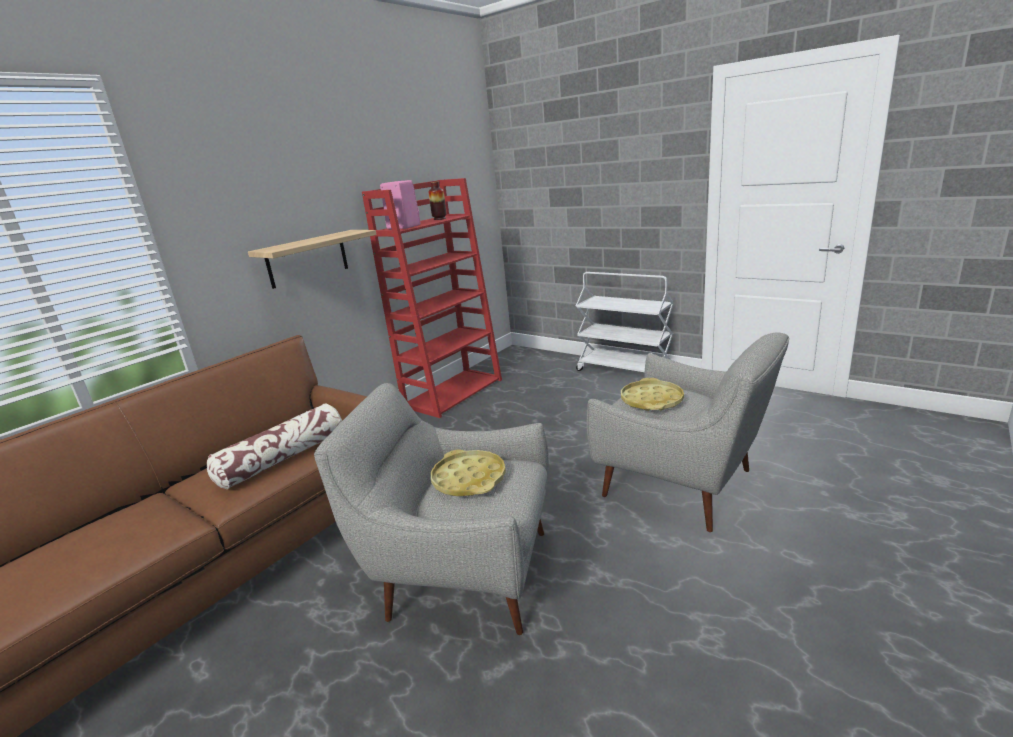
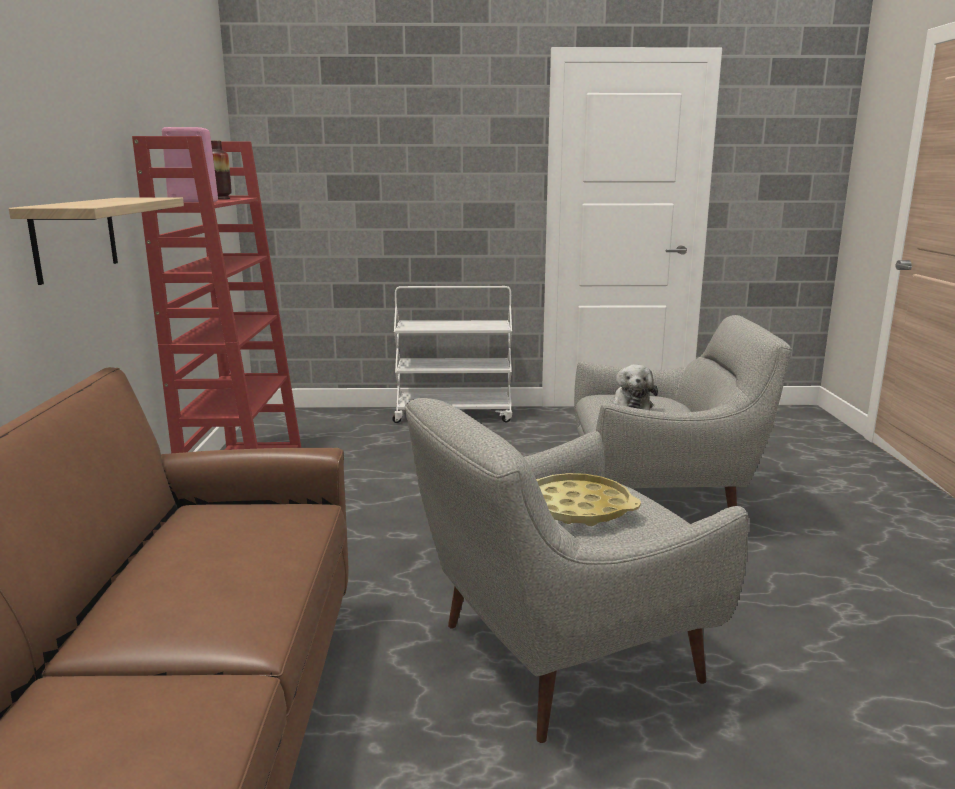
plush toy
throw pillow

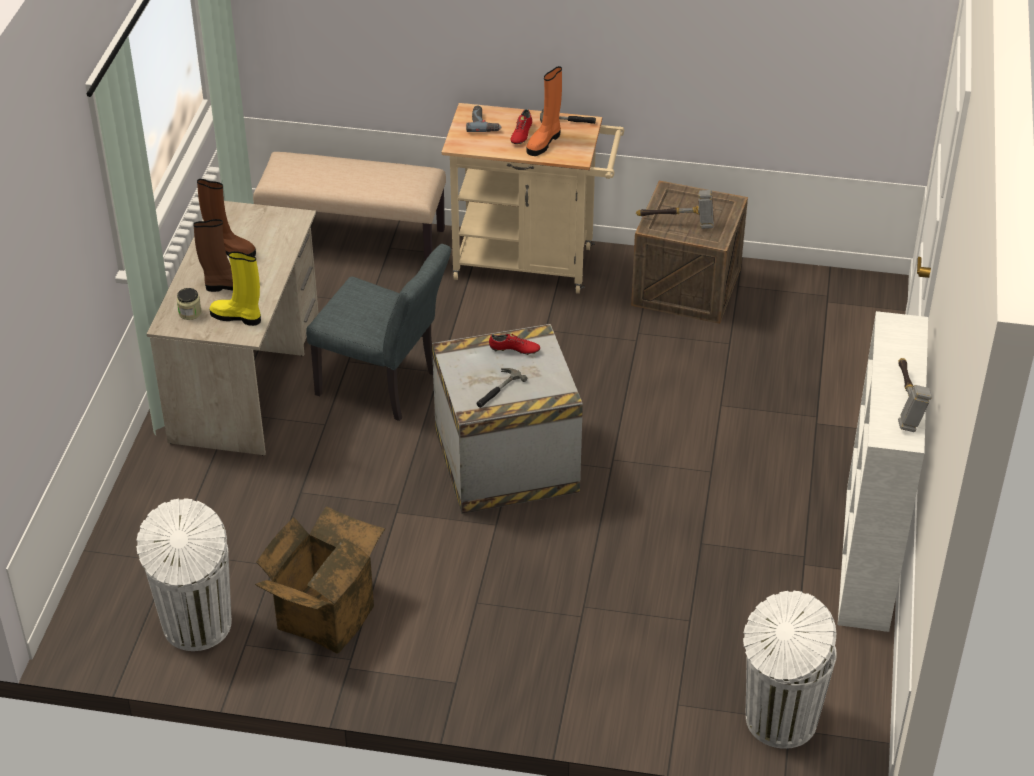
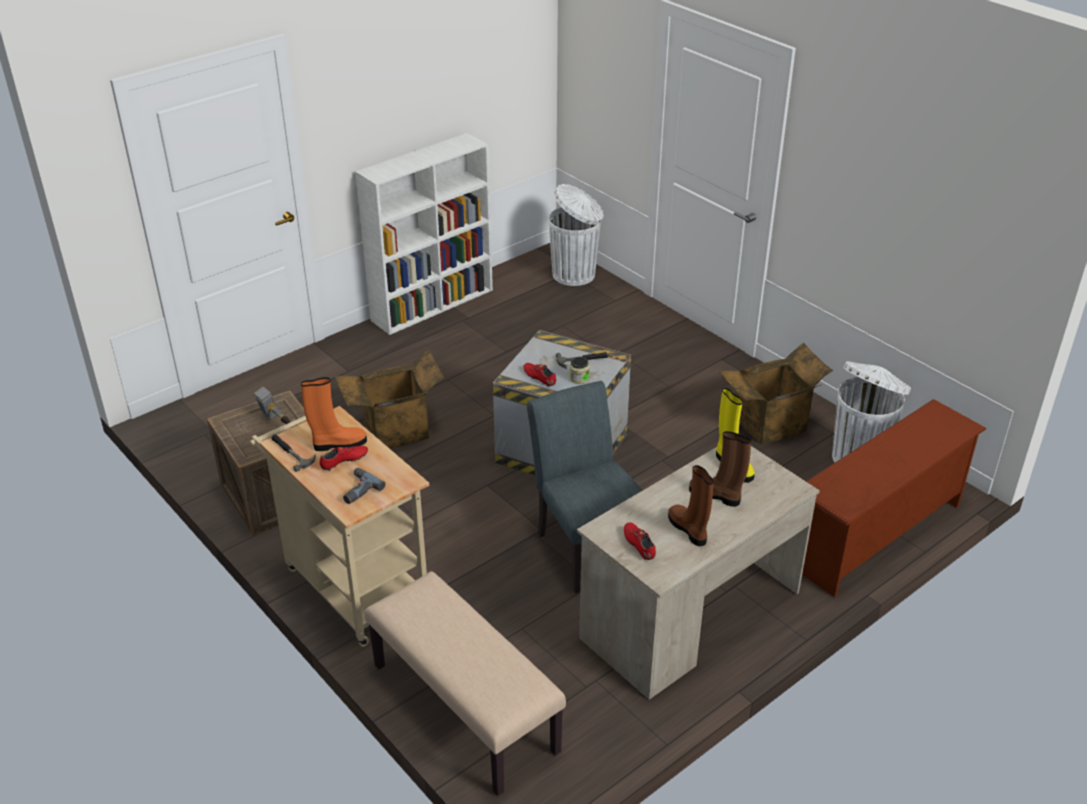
preserve jar
tool hammer (4th from left in the first image)
carton (1st from left)
brownish shoe rack
red-coloured item of footwear (3rd from left)

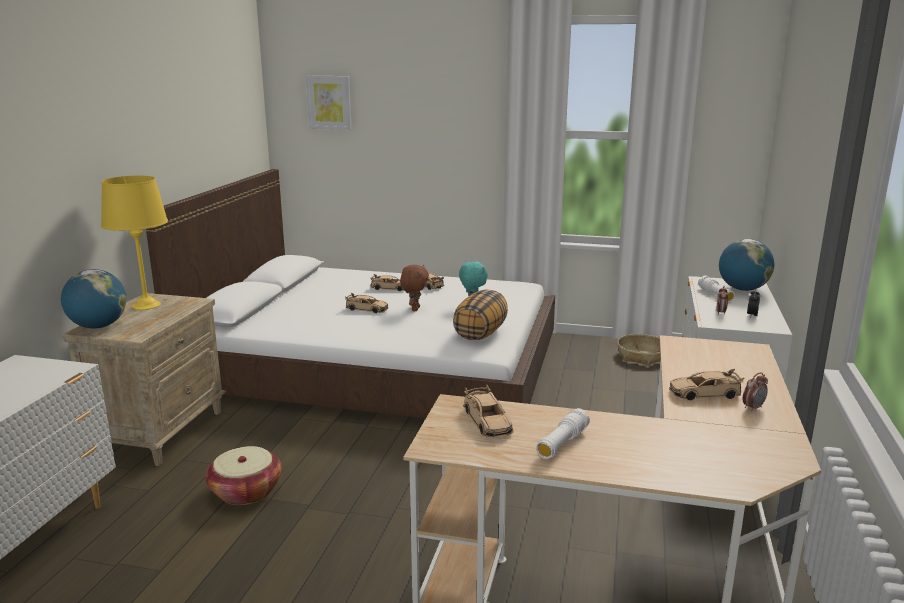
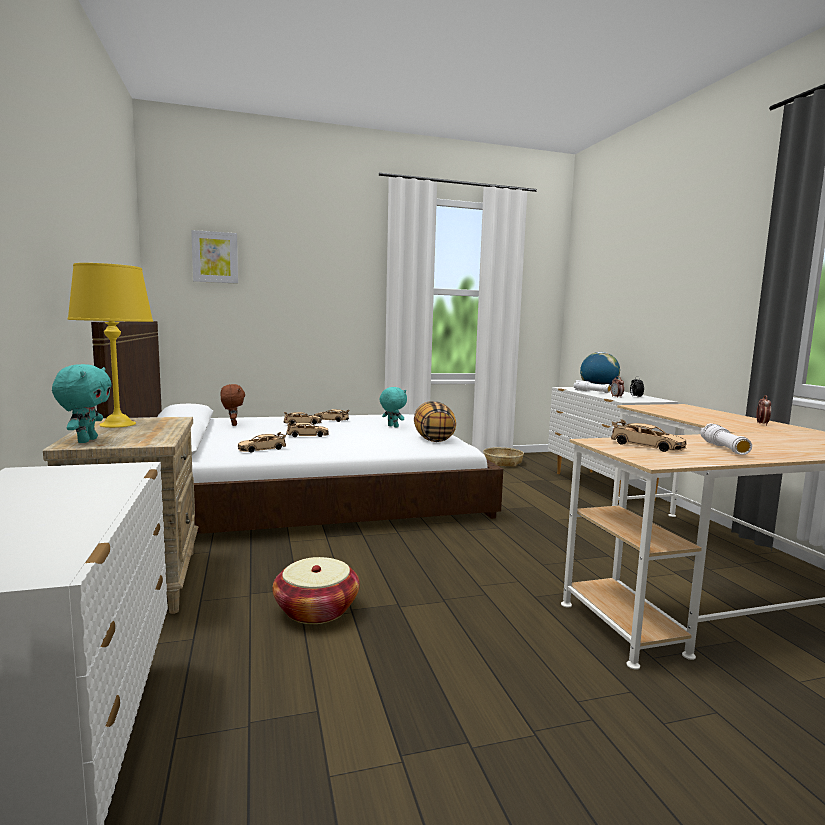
brownish plush toy
turquoise-coloured plush toy (1st from left)
beige toy car (1st from left)

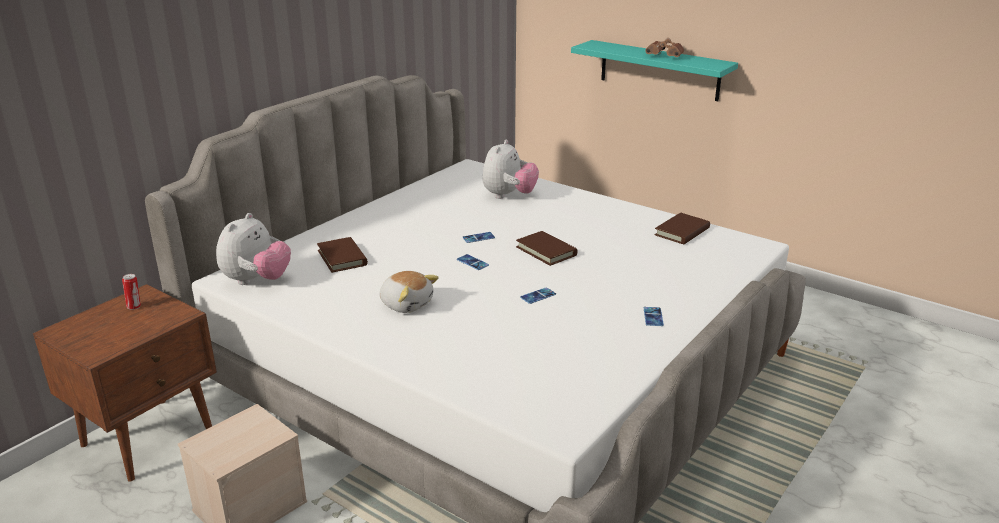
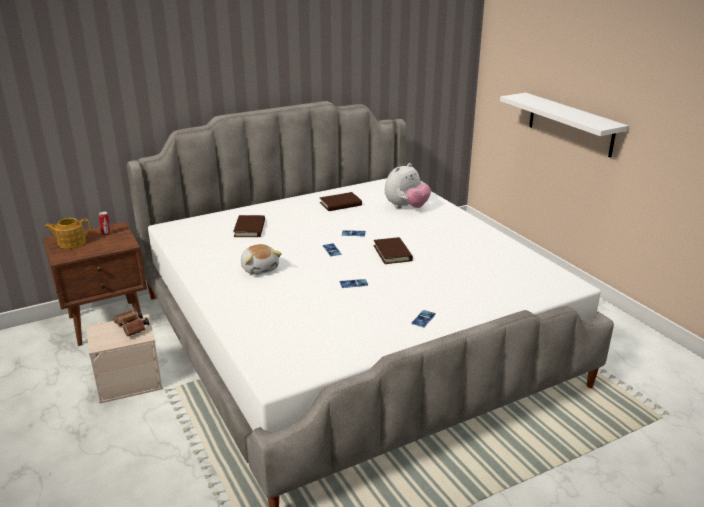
brownish pair of binoculars
white shelf
brownish volume (2nd from left)
plush toy (1st from left in the first image)
pot for tea

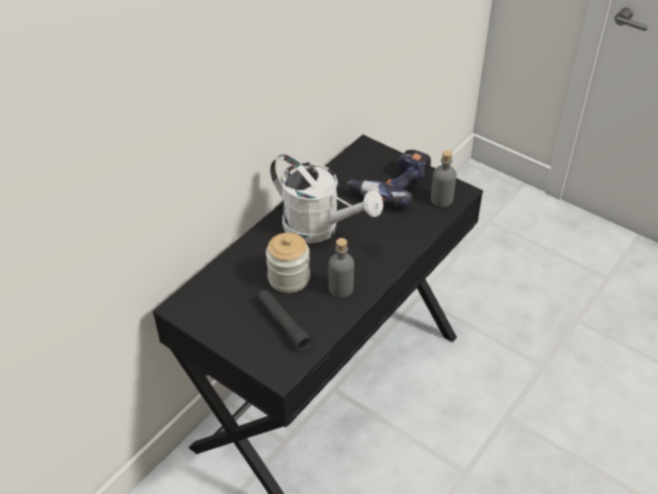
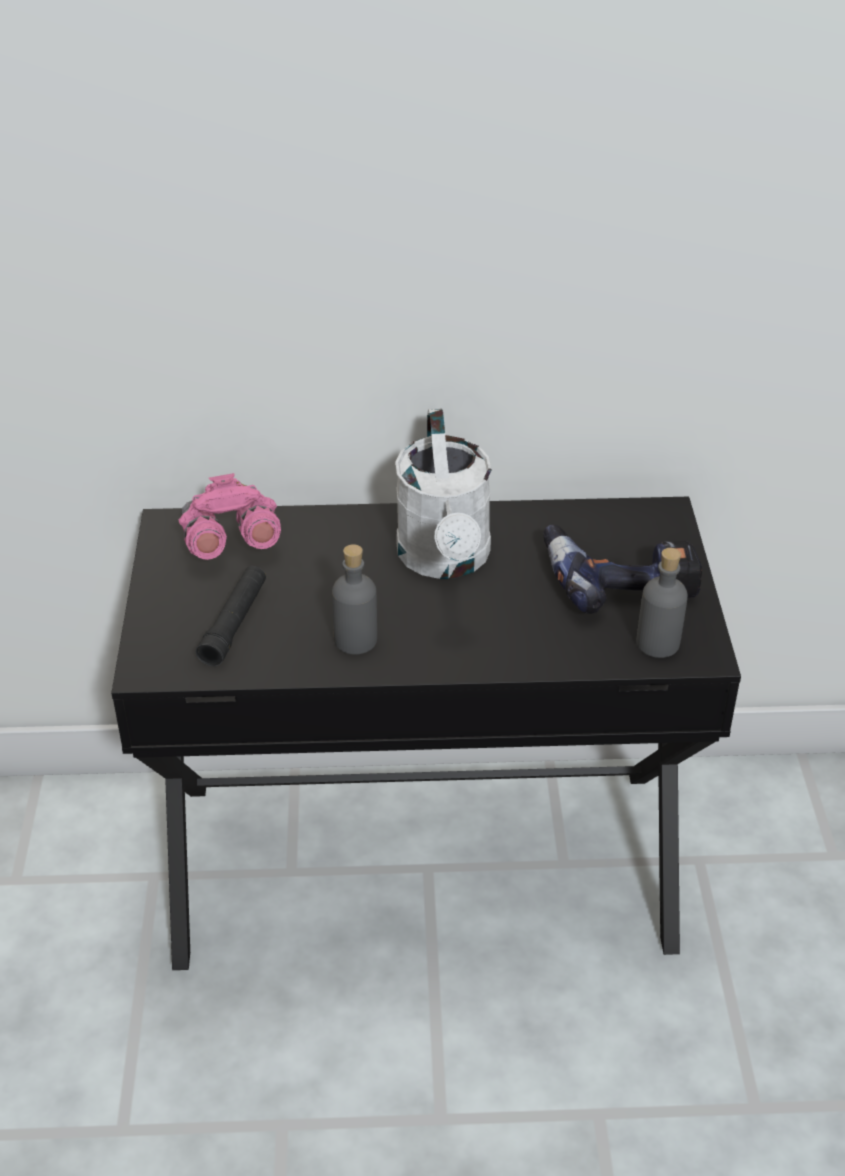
preserve jar
pinkish pair of binoculars

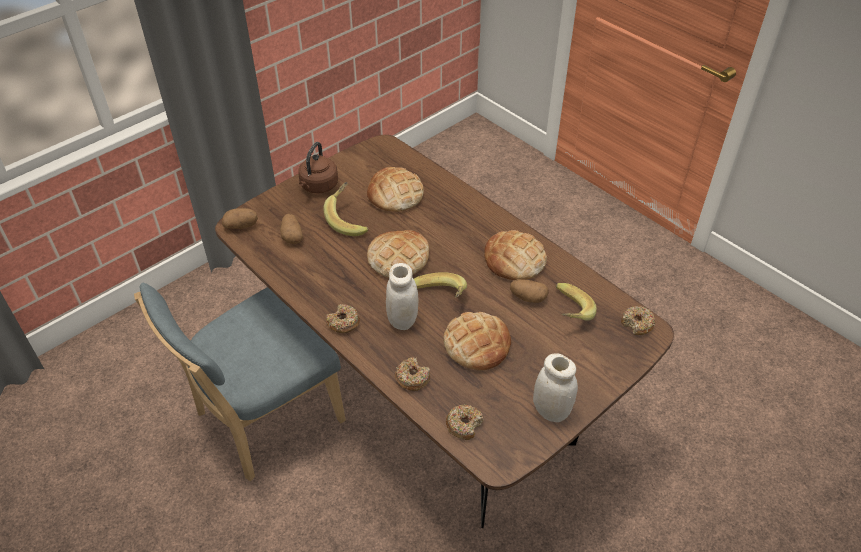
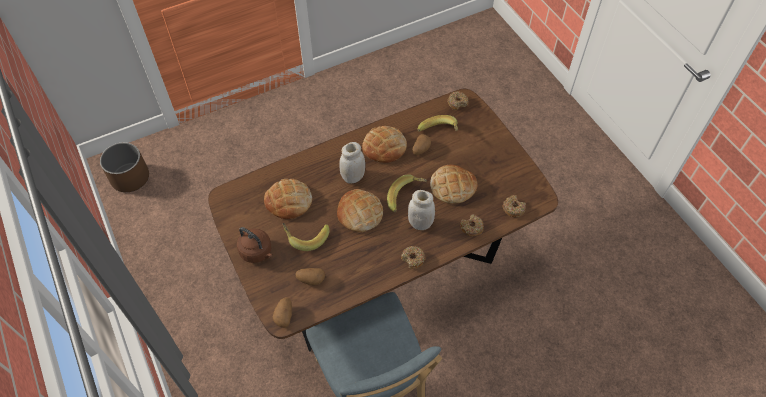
white preserve jar (1st from left)
brownish flower pot

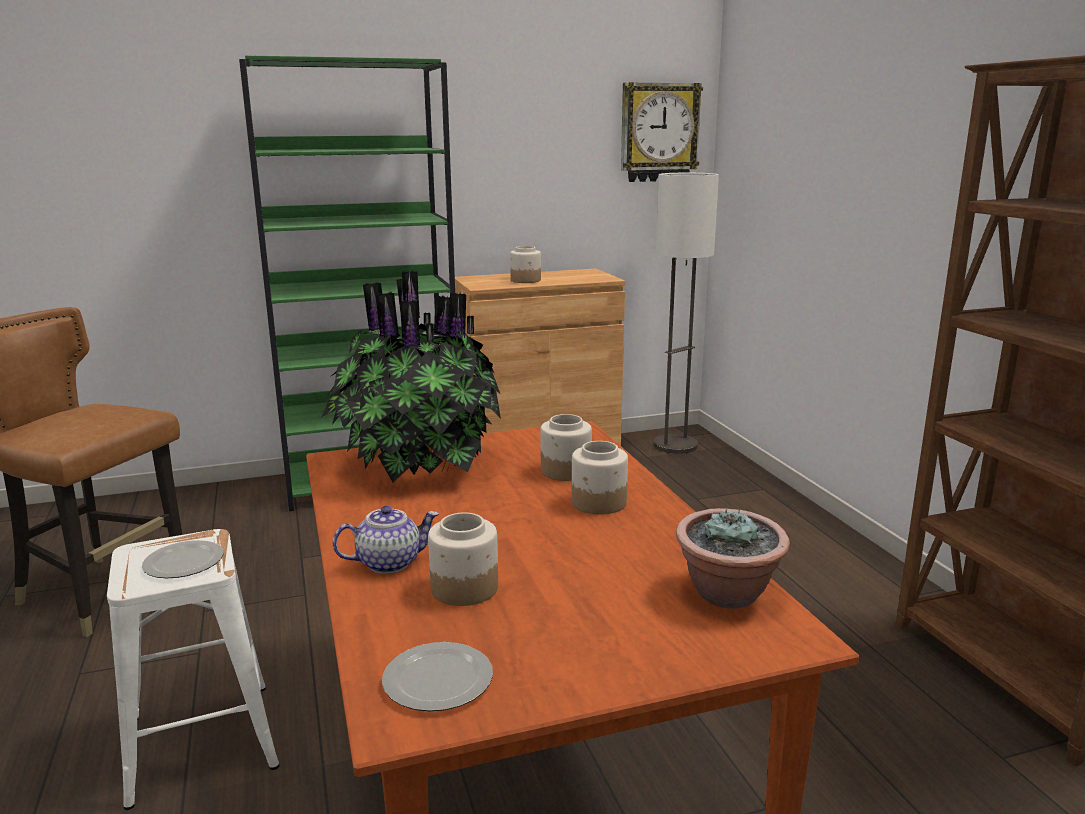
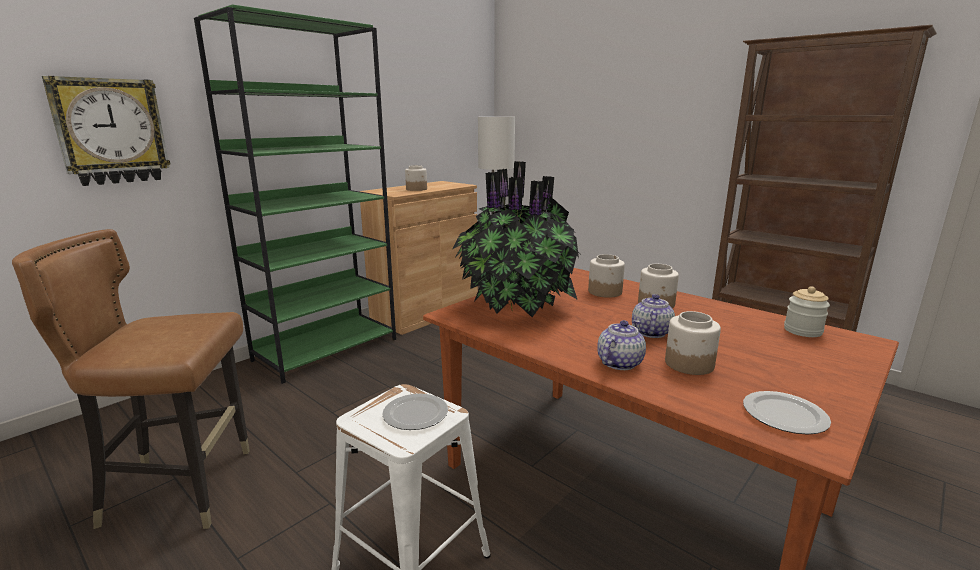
hanging clock
preserve jar (5th from left)
pot for tea (2nd from left)

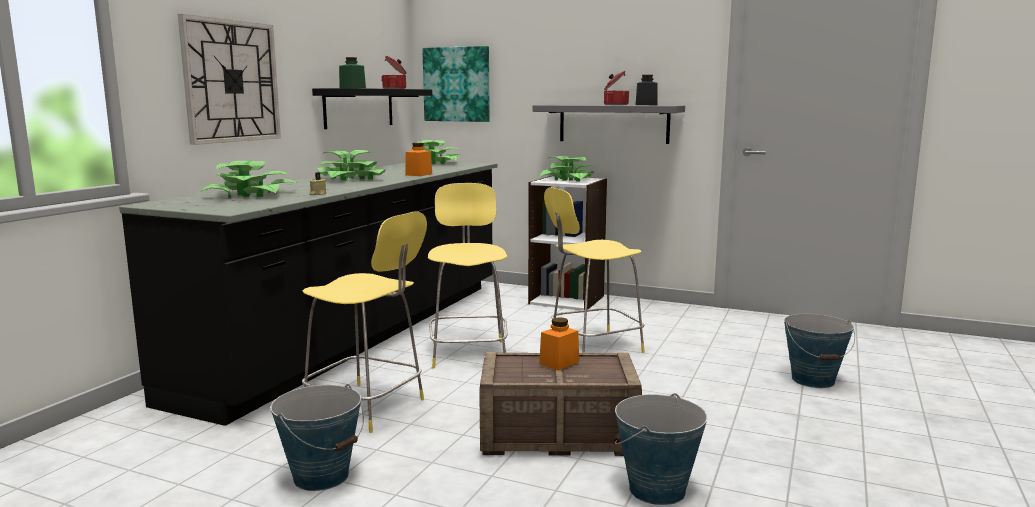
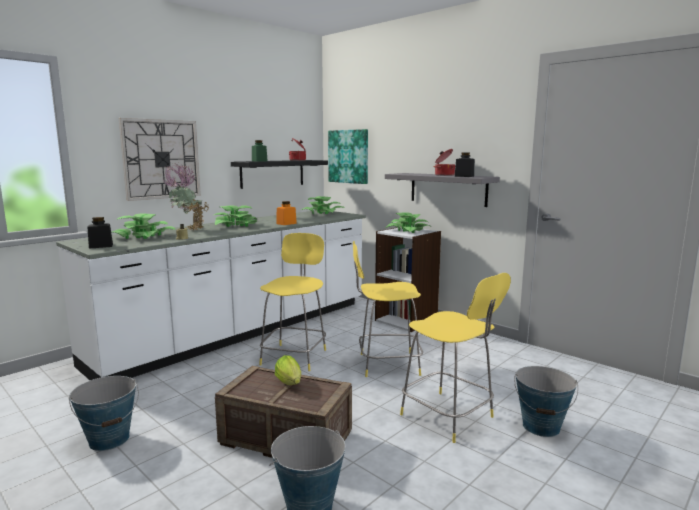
white kitchen base unit
yellow stool (3rd from left)
head of lettuce
potted plant (2nd from left)
black-coloured preserve jar (1st from left)

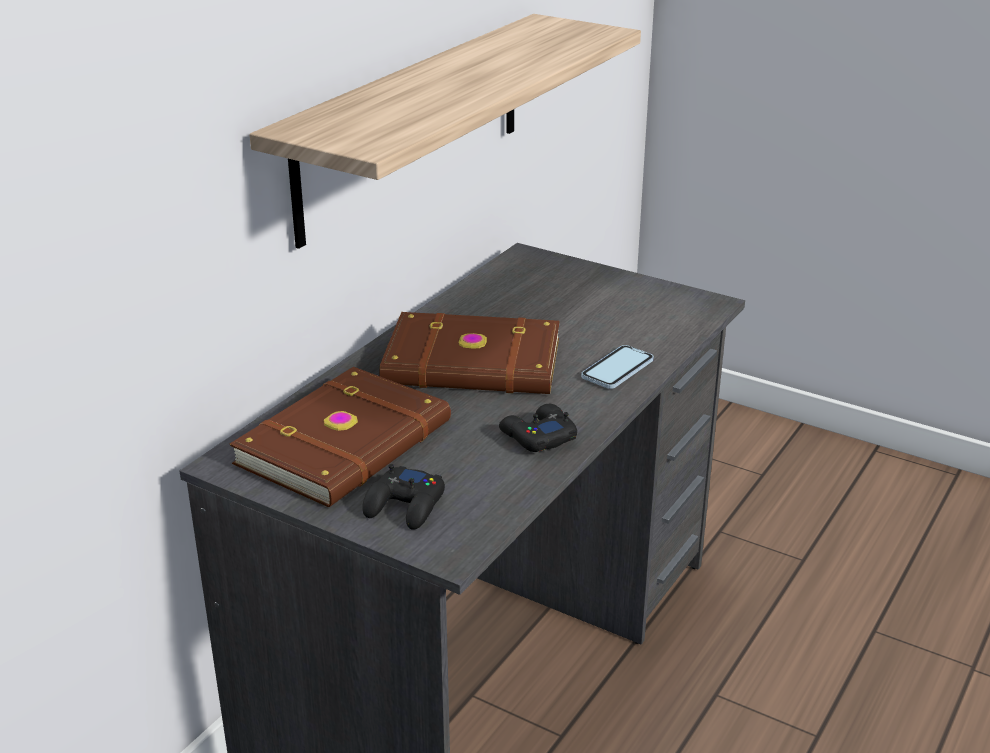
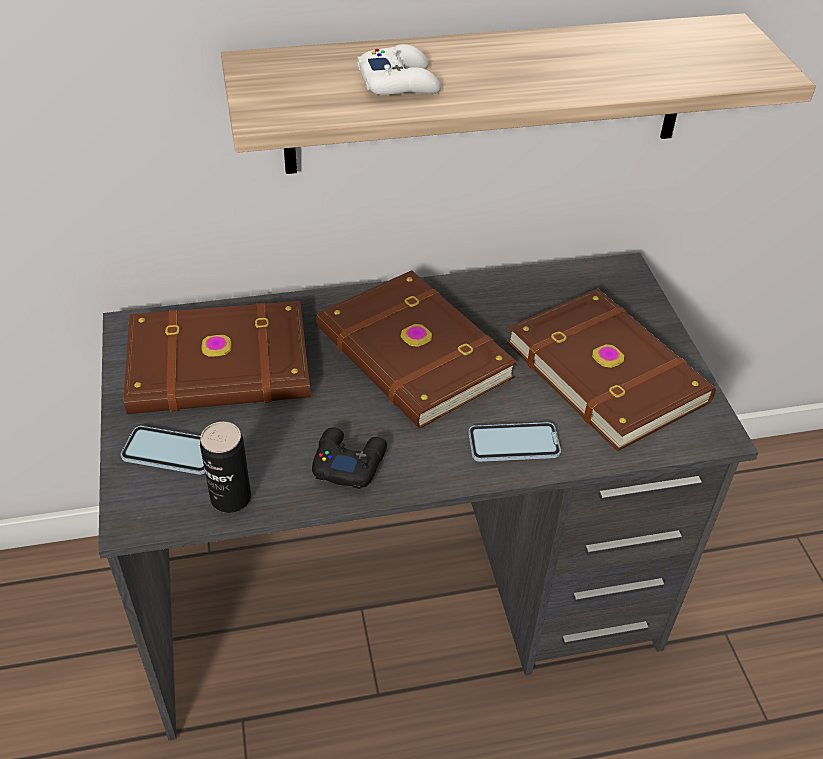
handset (1st from left)
white game controller
brownish volume (3rd from left)
metal can

